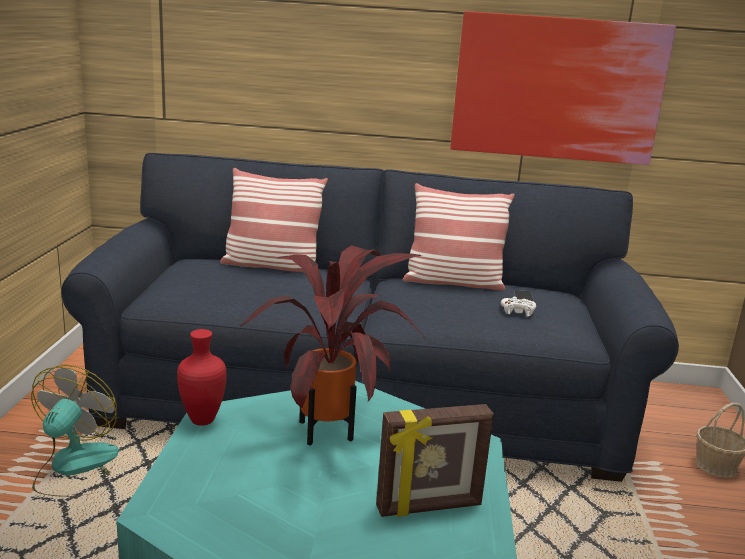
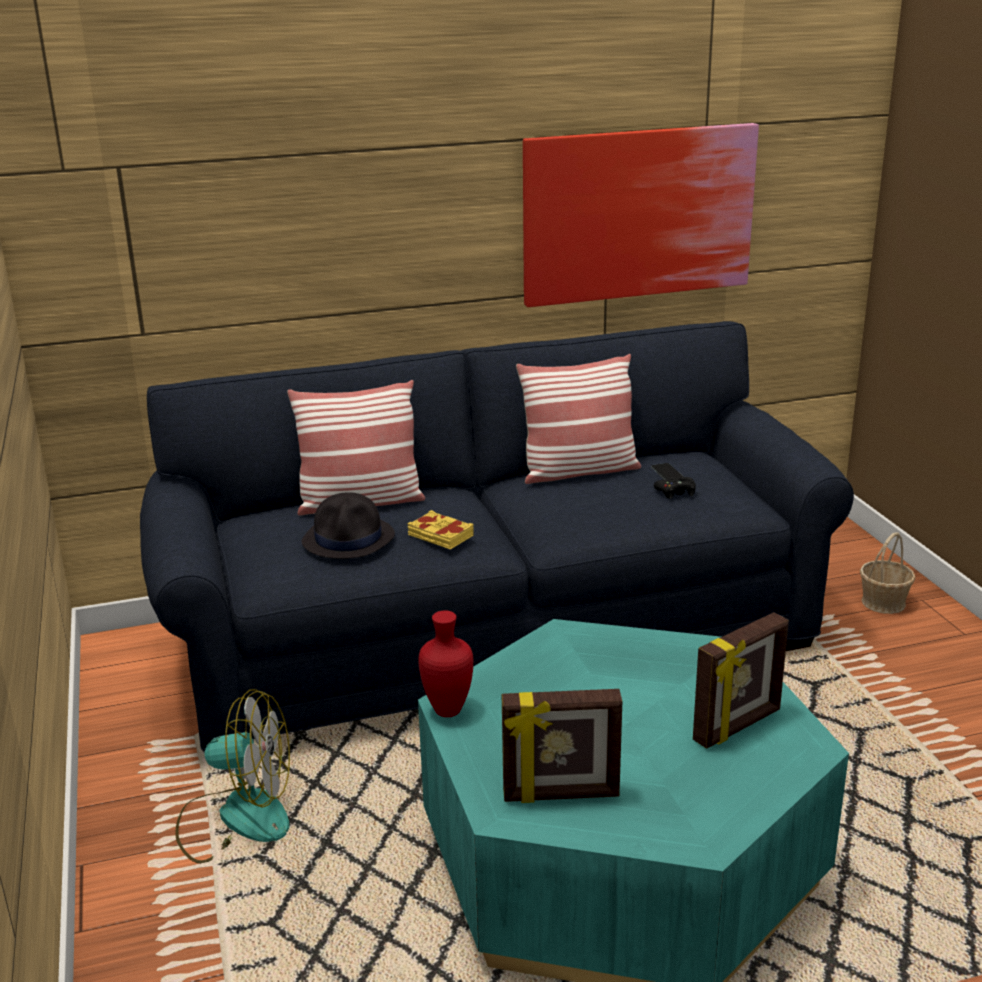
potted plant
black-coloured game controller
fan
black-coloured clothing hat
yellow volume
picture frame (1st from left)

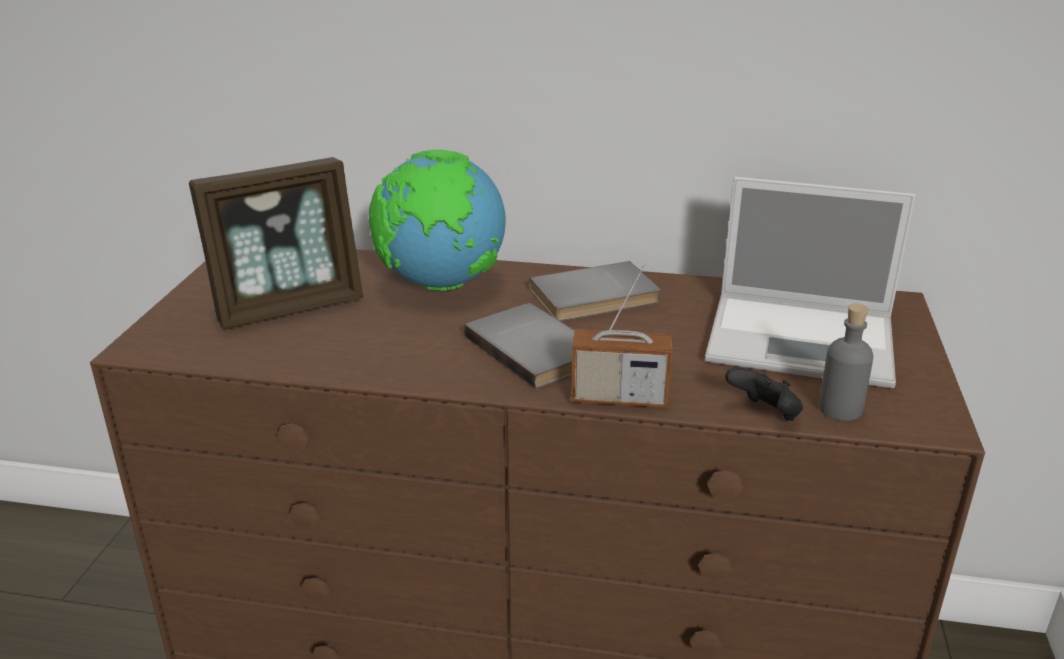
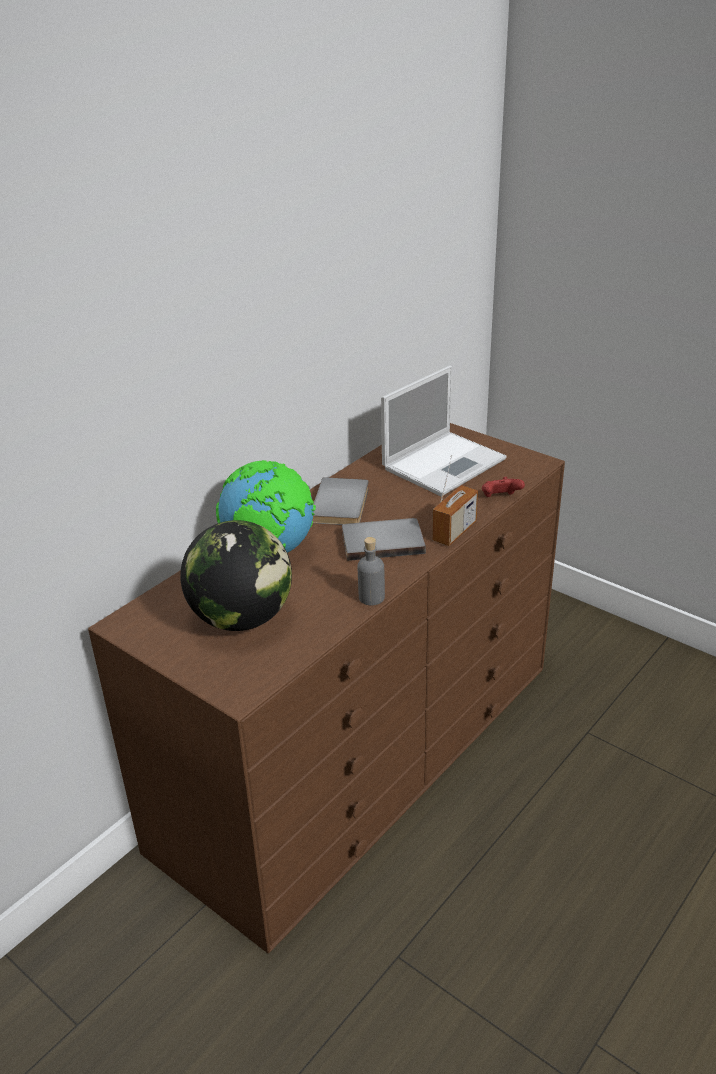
desk globe (1st from left)
grey beverage bottle
red-coloured game controller

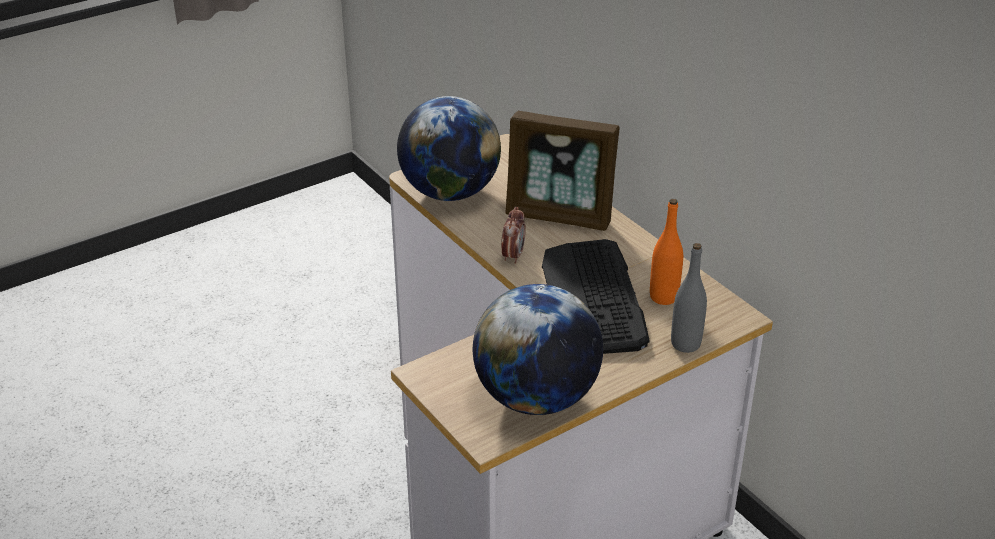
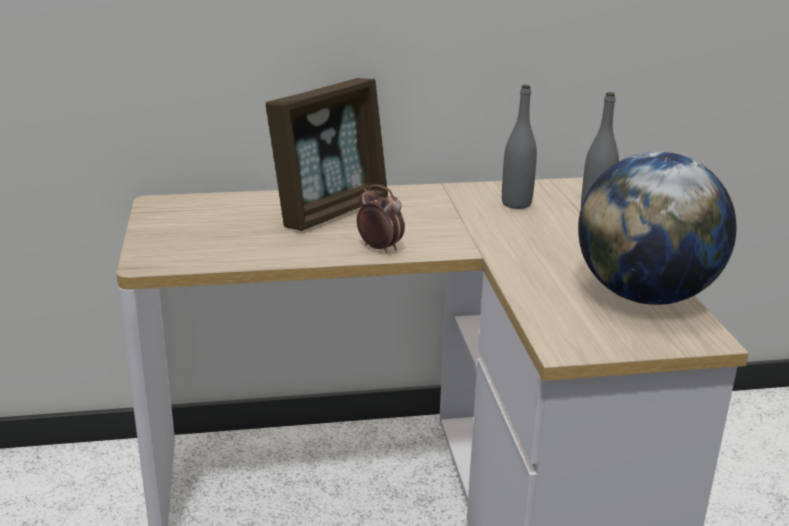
desk globe (1st from left in the first image)
grey beverage bottle (1st from left)
keyboard

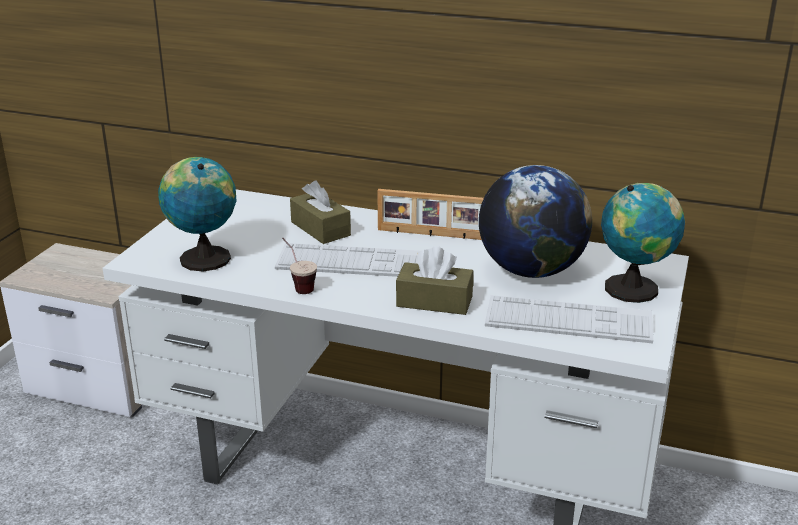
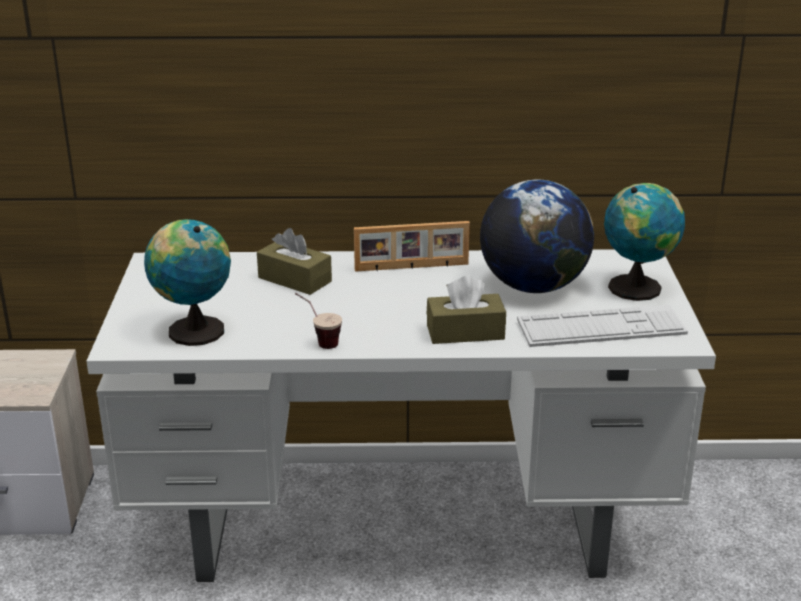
keyboard (1st from left in the first image)

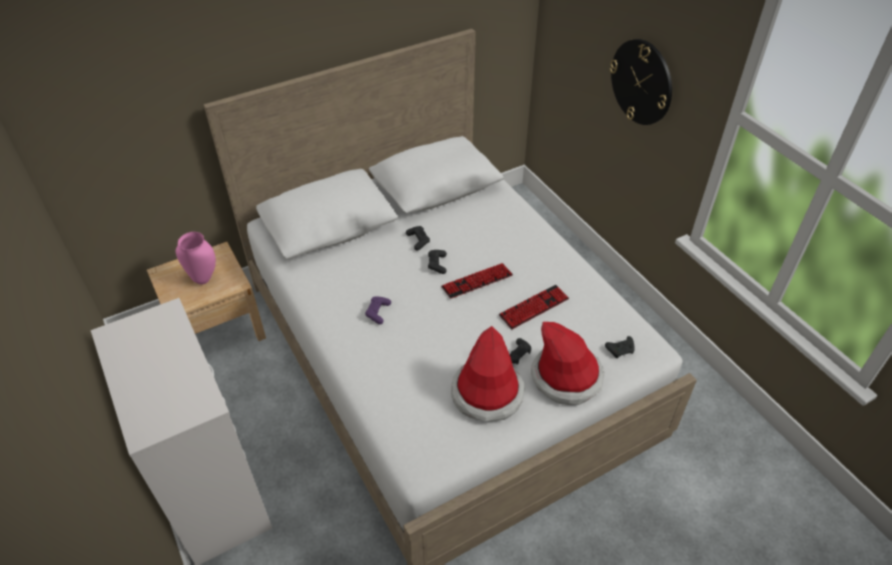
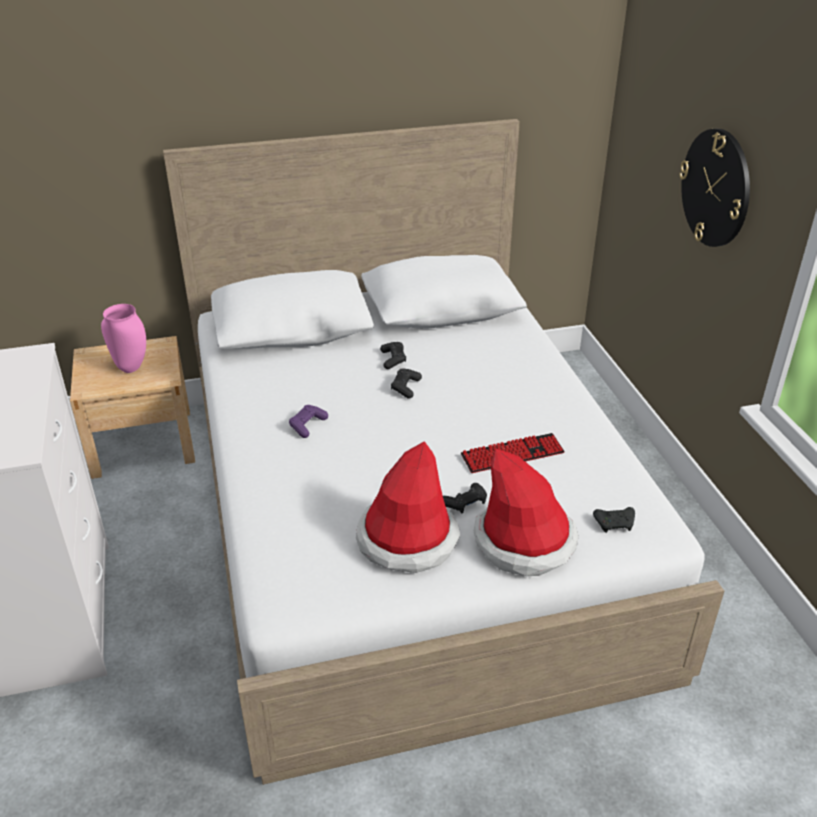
keyboard (1st from left in the first image)

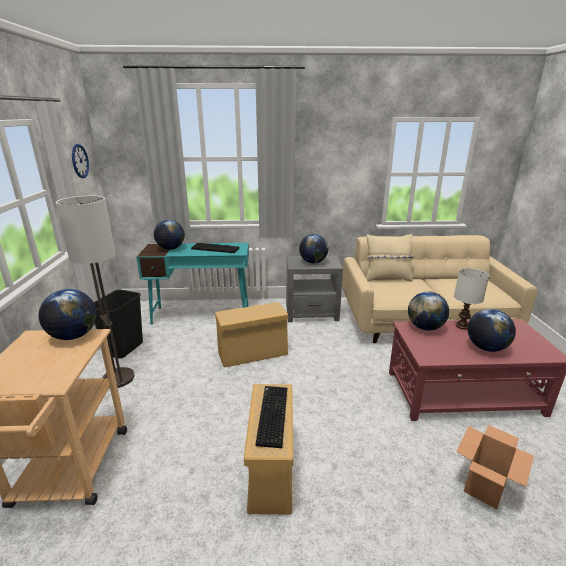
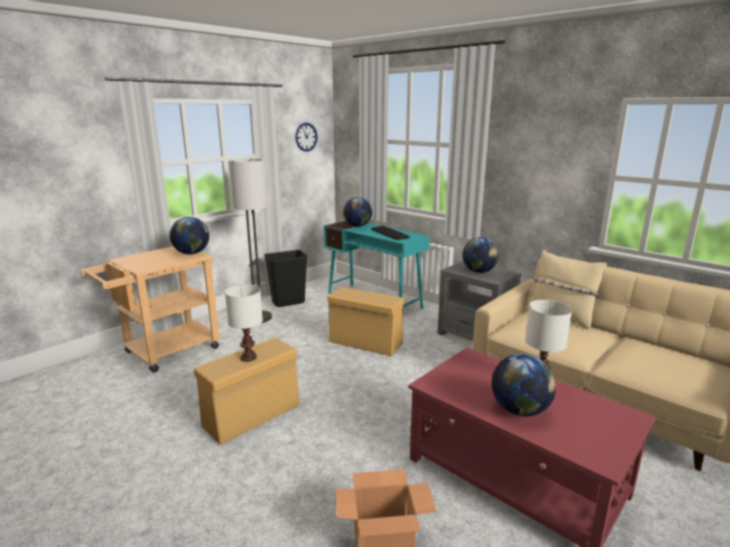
desk globe (4th from left in the first image)
white lamp for a table (1st from left)

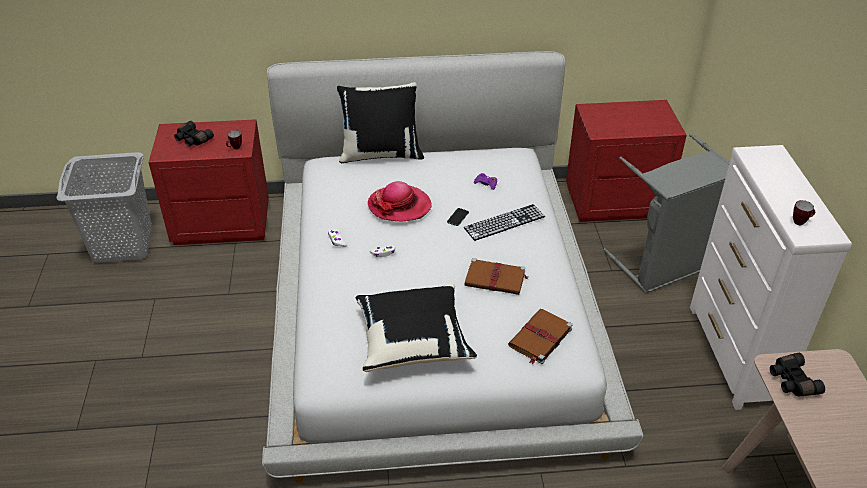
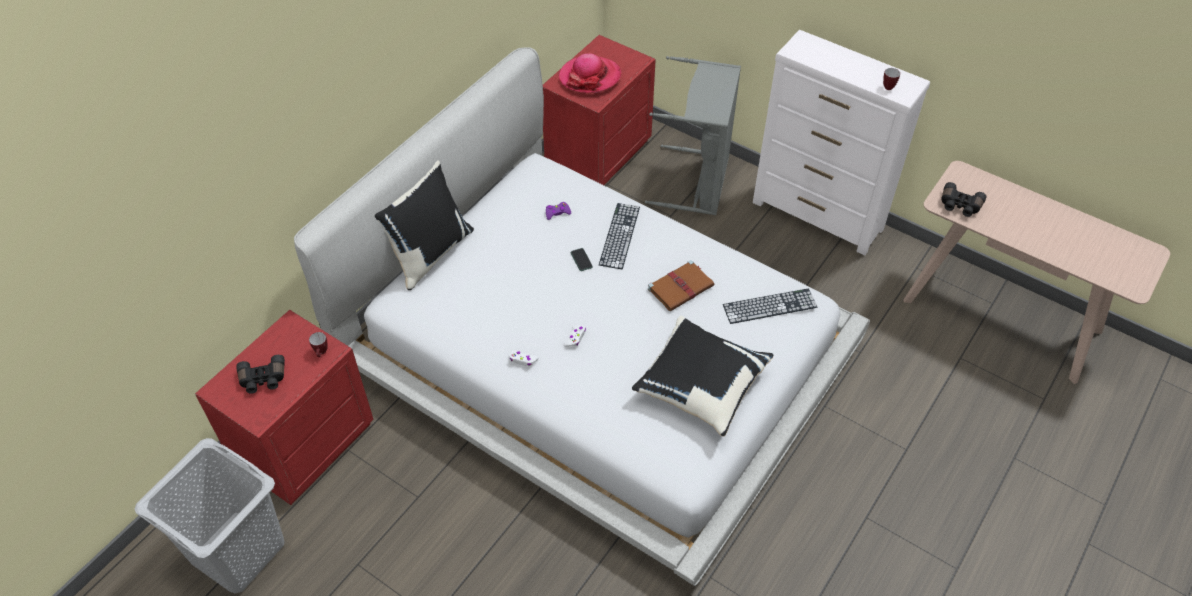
clothing hat
keyboard (2nd from left)

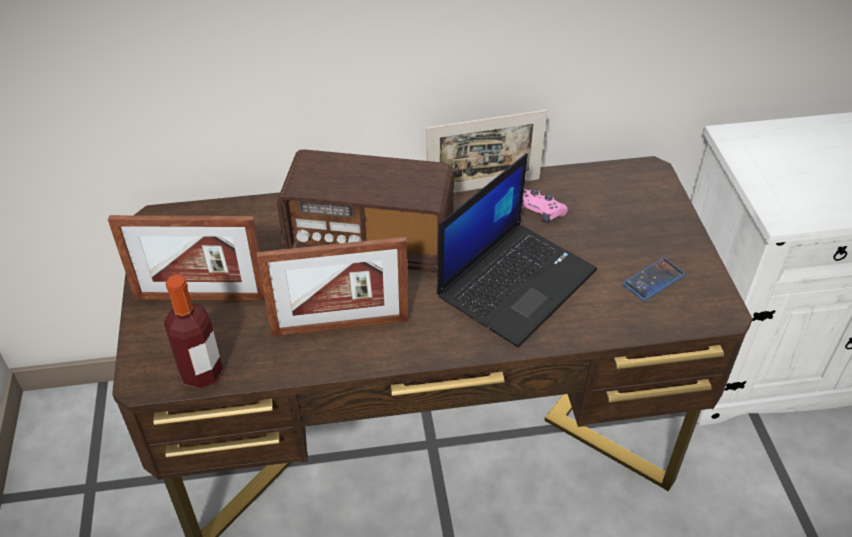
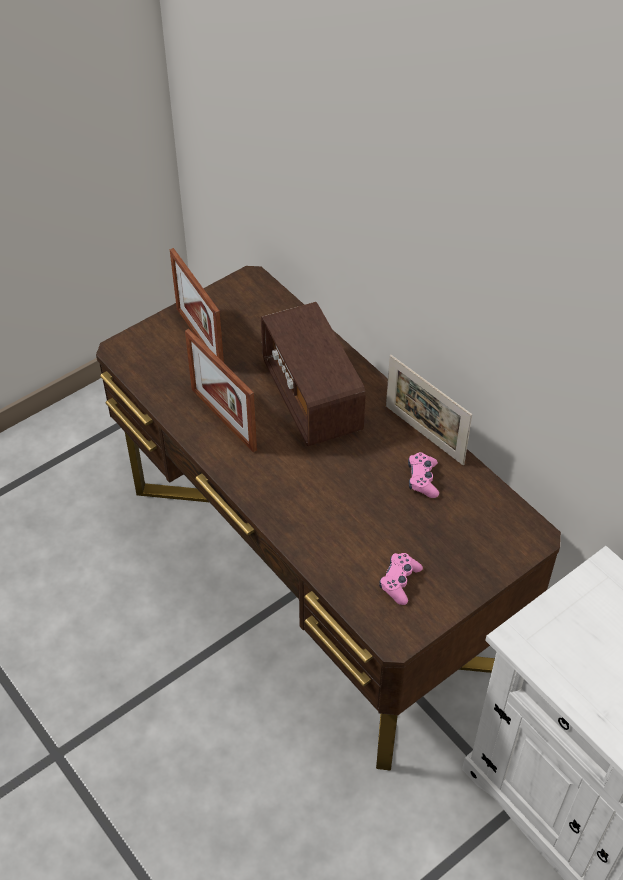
notebook computer
pinkish game controller (1st from left)
beverage bottle

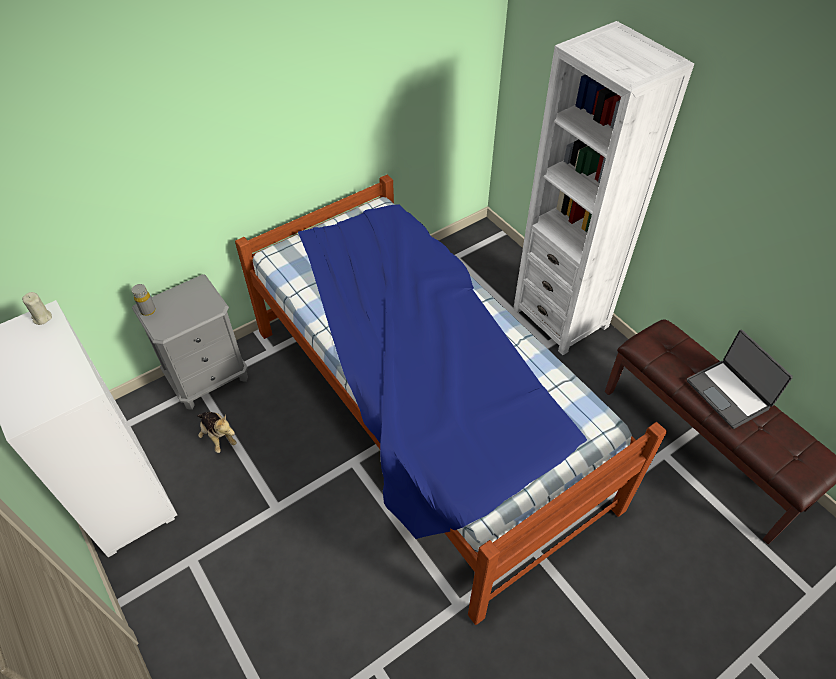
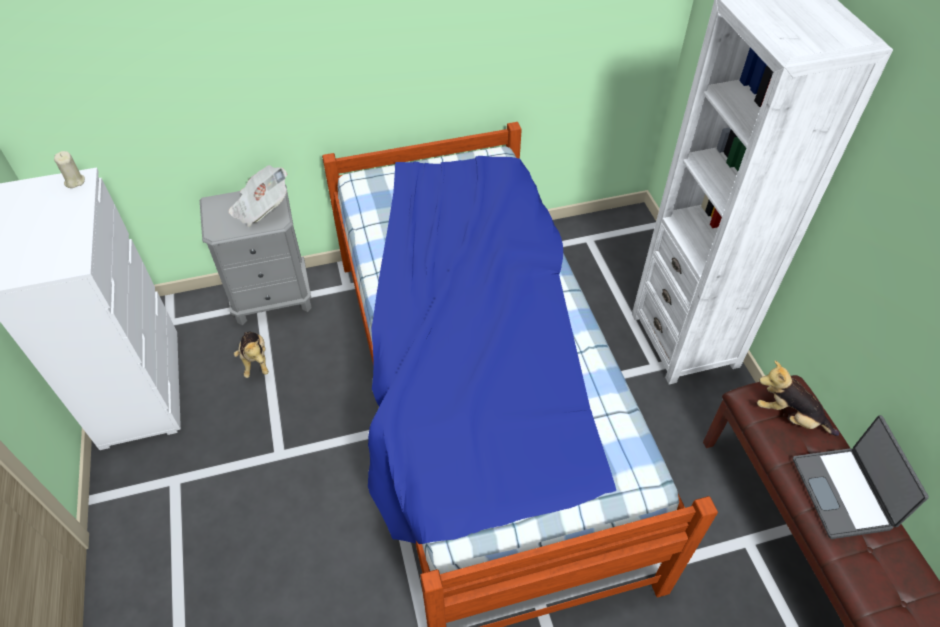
grey beverage bottle
printed paper
plush toy (2nd from left)

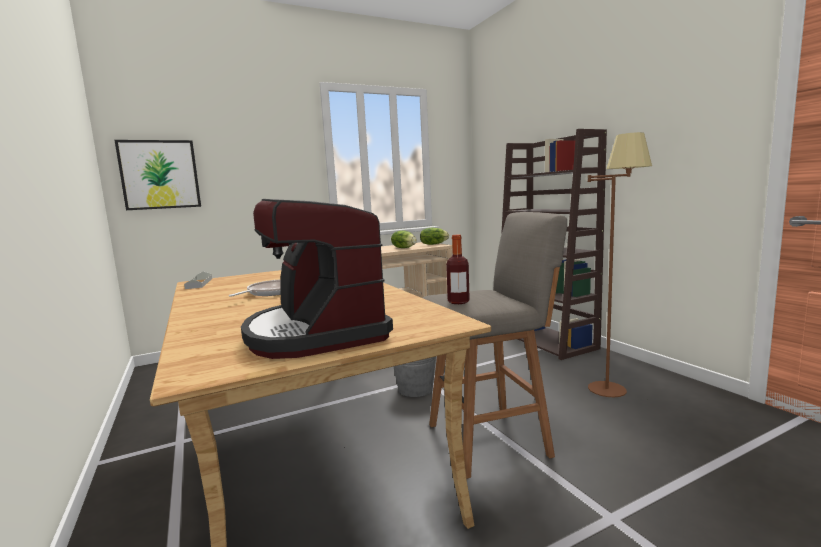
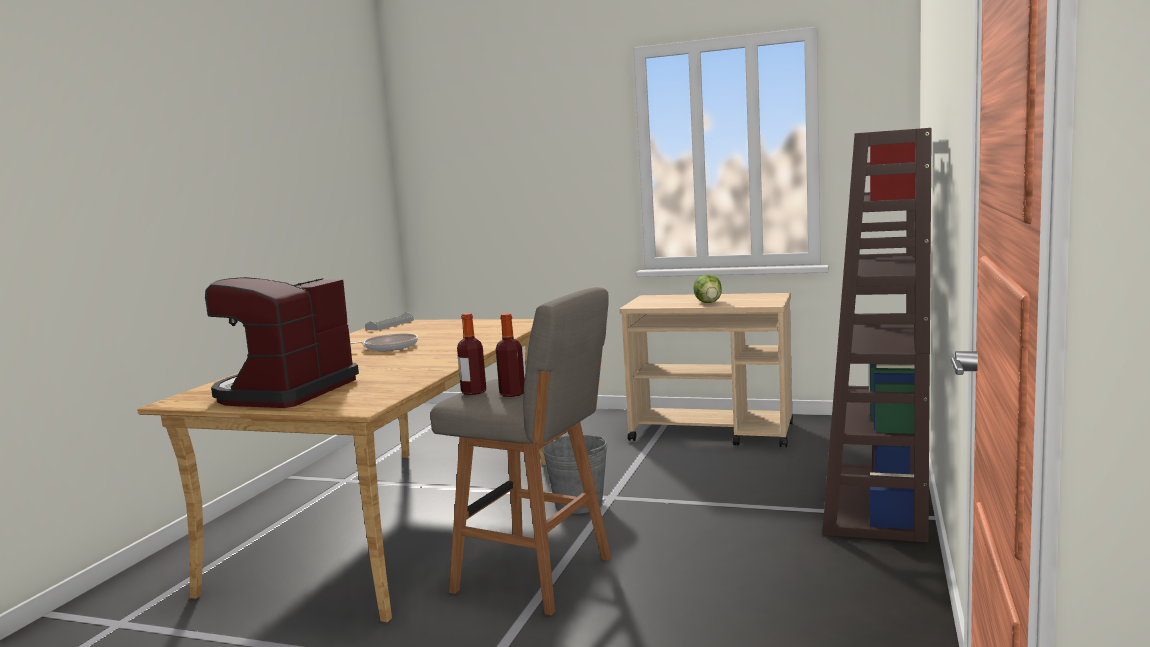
brownish standard lamp
wall art
head of lettuce (2nd from left in the first image)
beverage bottle (2nd from left)

